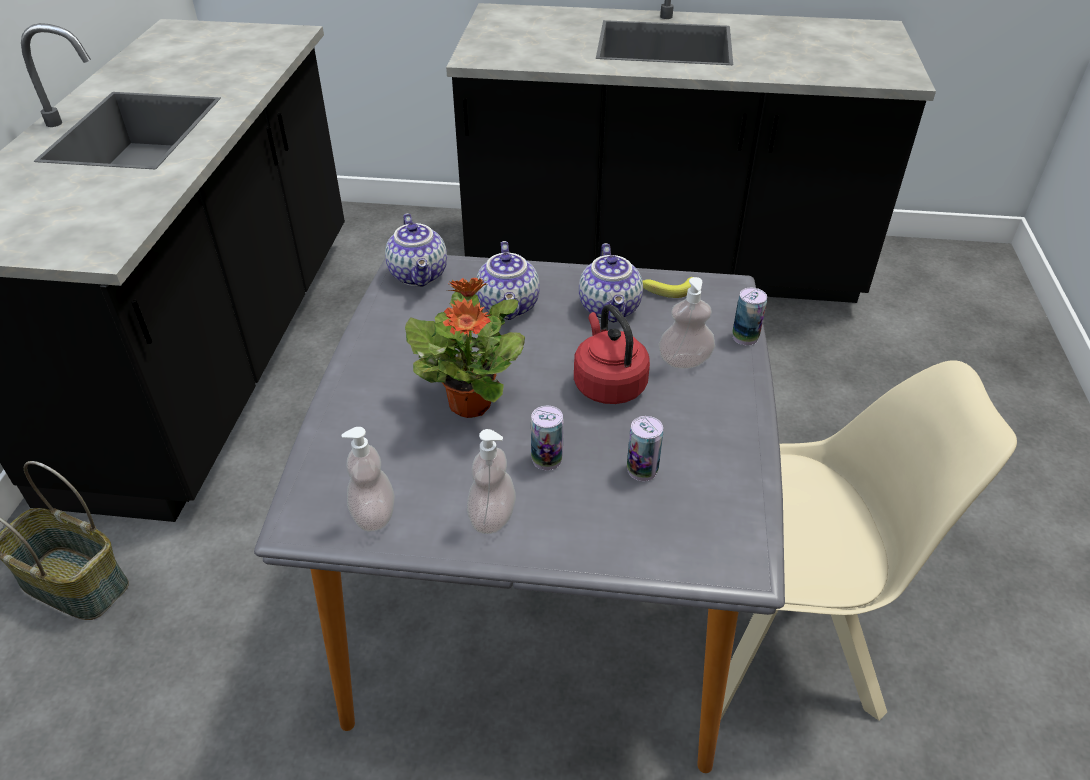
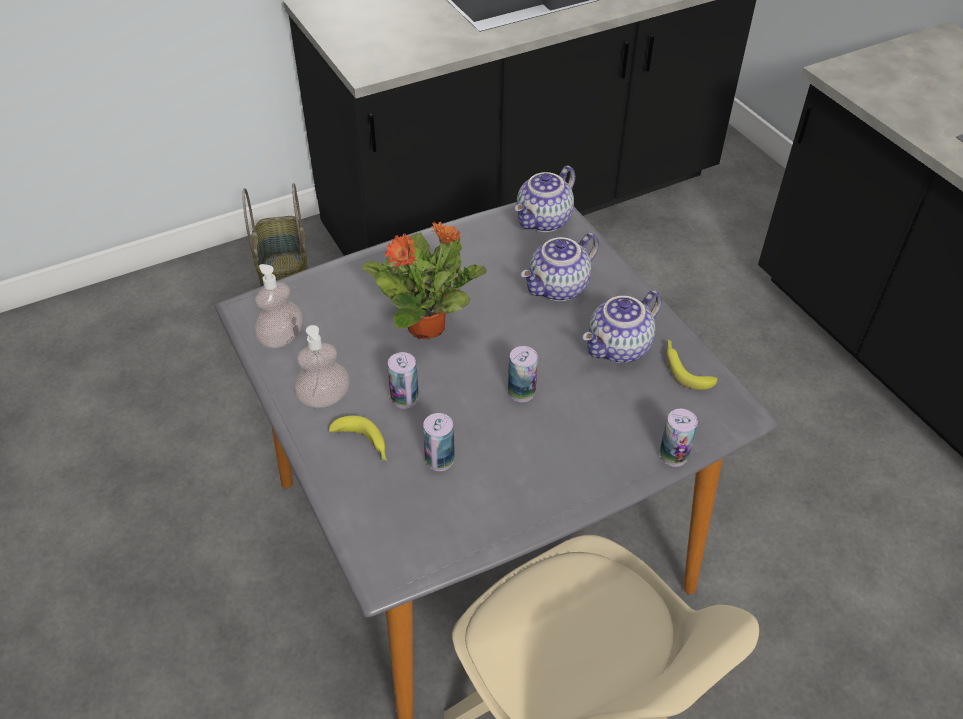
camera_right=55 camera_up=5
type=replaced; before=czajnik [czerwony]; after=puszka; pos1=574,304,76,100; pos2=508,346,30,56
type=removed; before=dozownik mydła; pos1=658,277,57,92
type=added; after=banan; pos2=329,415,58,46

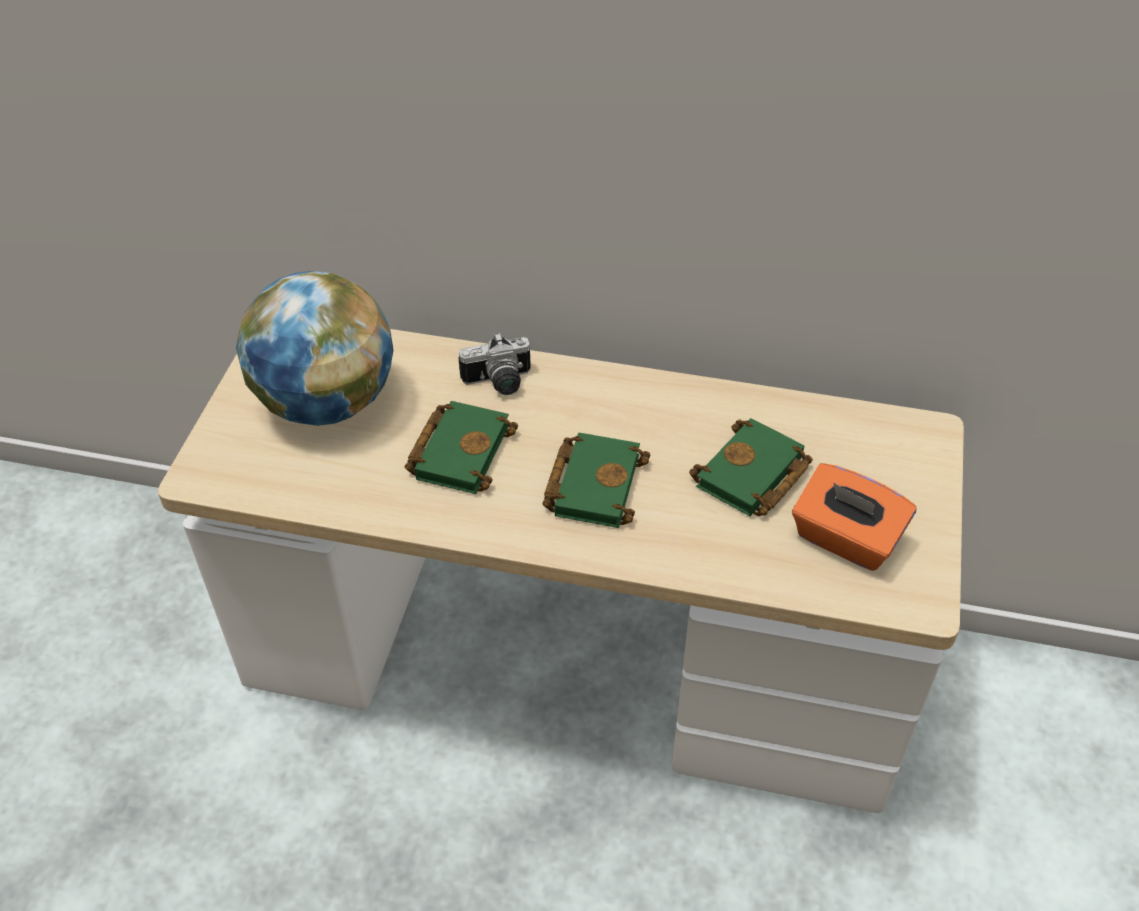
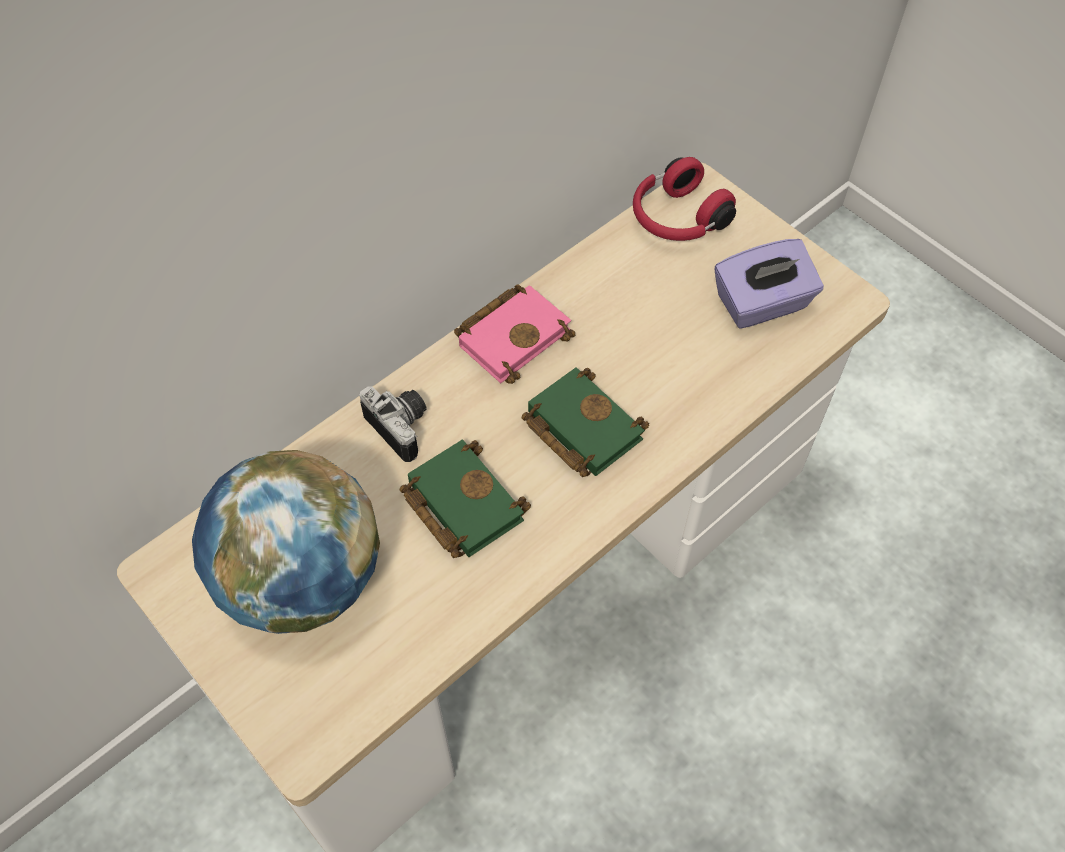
camera_right=-55 camera_up=10
type=turned; before=aparat fotograficzny; pos1=458,333,73,62; pos2=359,386,68,76; turn=-60
type=removed; before=książka [zielony]; pos1=689,418,124,98
type=recoloured; before=pudełko chusteczek [pomarańczowy]; after=pudełko chusteczek [fioletowy]; pos1=792,463,125,108; pos2=715,239,109,90
type=added; after=książka [różowy]; pos2=454,284,121,100
type=added; after=słuchawki [czerwony]; pos2=633,157,103,84

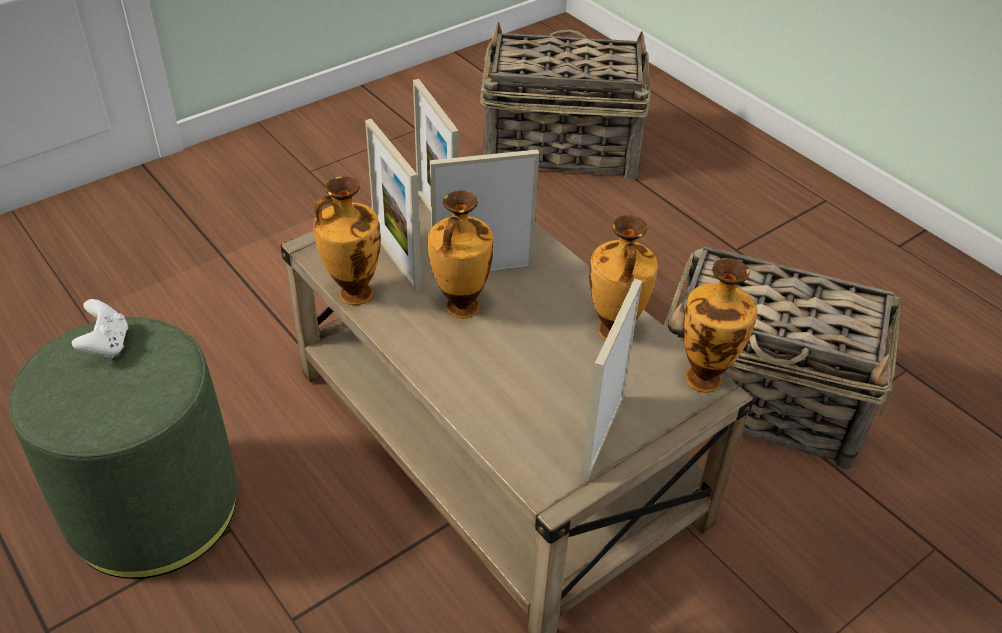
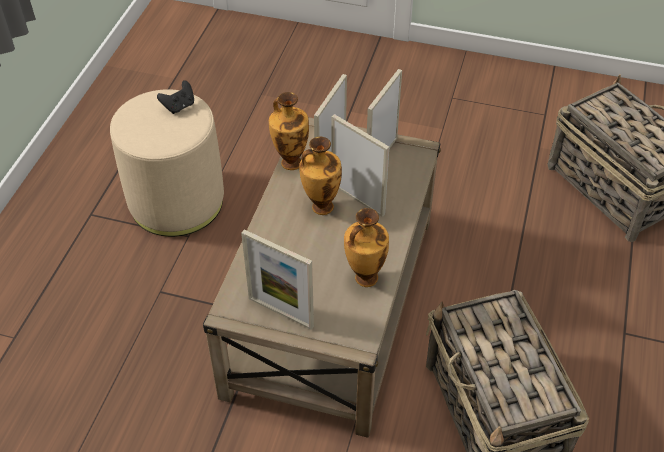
camera_right=55 camera_up=5
type=recoloured; before=pufa [zielony]; after=pufa [beżowy]; pos1=9,317,228,262; pos2=110,89,114,148
type=recoloured; before=pad do gier [biały]; after=pad do gier [czarny]; pos1=72,299,56,59; pos2=157,80,37,34
type=turned; before=ramka na zdjęcie; pos1=580,279,62,203; pos2=241,230,73,100; turn=-135
type=removed; before=wazon; pos1=683,258,74,135

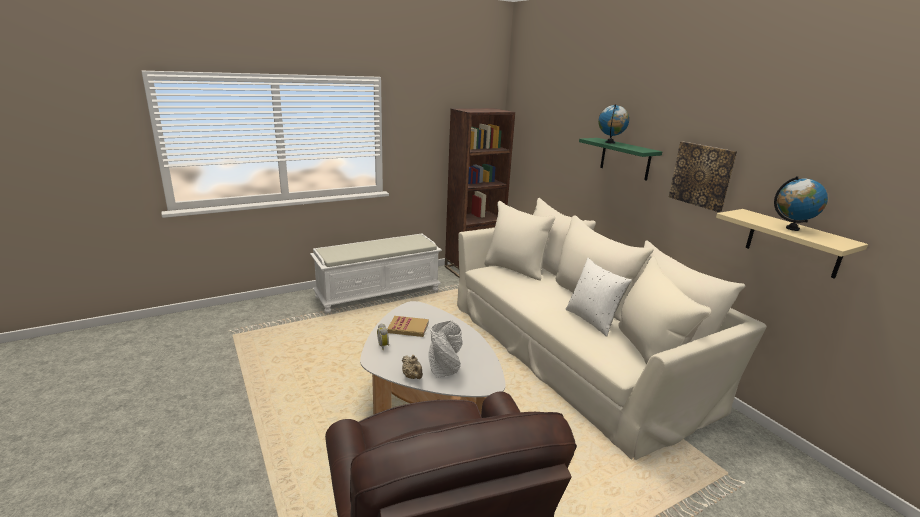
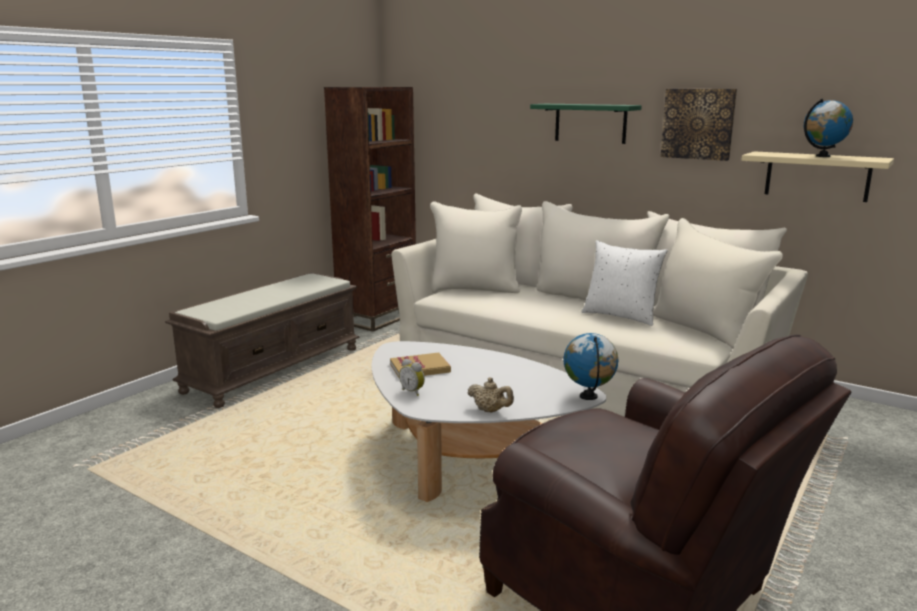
camera_right=-25 camera_up=-5
type=recoloured; before=ławka [biały]; after=ławka [brązowy]; pos1=310,234,132,79; pos2=165,272,194,136
type=removed; before=wazon [szary]; pos1=428,320,35,58
type=moved; before=globus; pos1=598,104,31,39; pos2=563,333,56,67

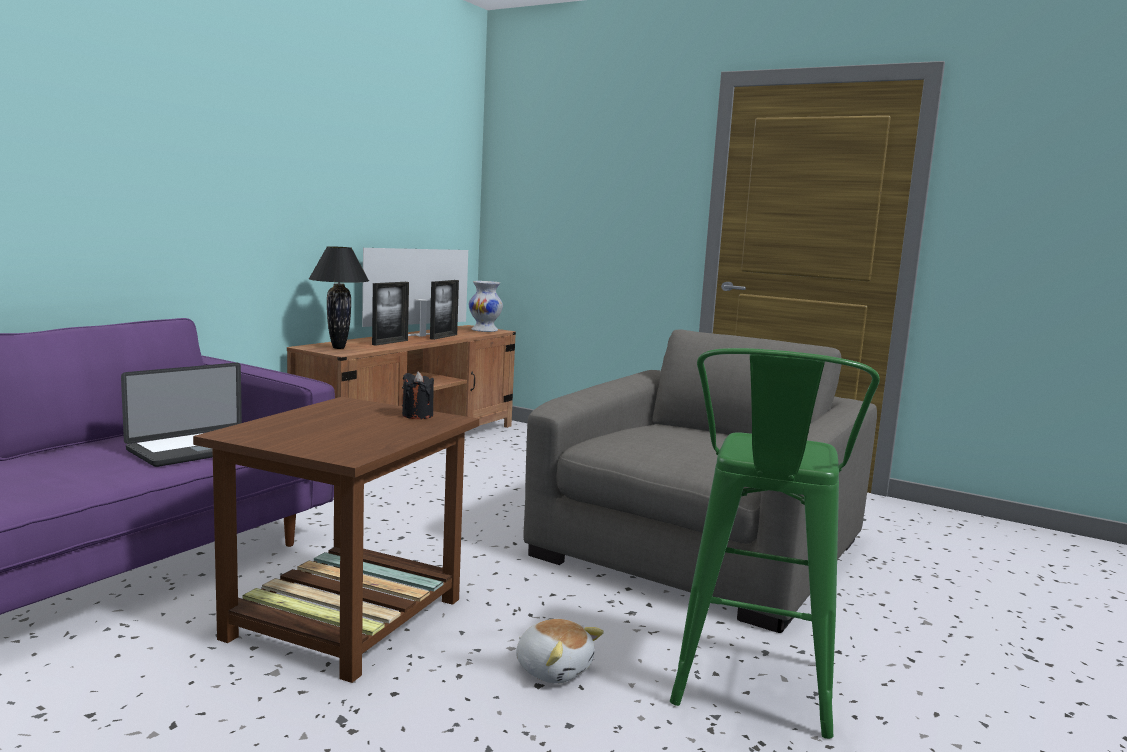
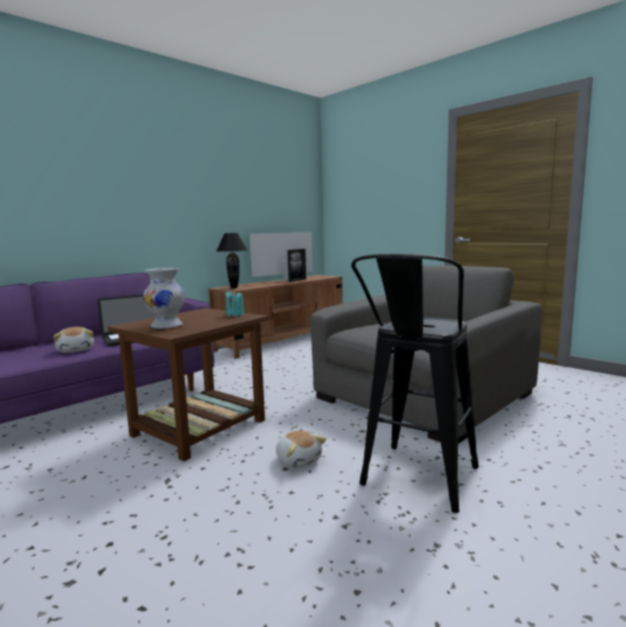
camera_right=15 camera_up=0
type=removed; before=ramka na zdjęcie; pos1=372,282,37,64
type=recoloured; before=świeca [czarny]; after=świeca [turkusowy]; pos1=402,371,32,48; pos2=225,290,19,27
type=moved; before=wazon [biały]; pos1=469,281,34,51; pos2=143,268,42,61
type=recoloured; before=stołek [zielony]; after=stołek [czarny]; pos1=670,348,210,391; pos2=351,254,128,259
type=added; after=pluszak; pos2=53,327,41,26

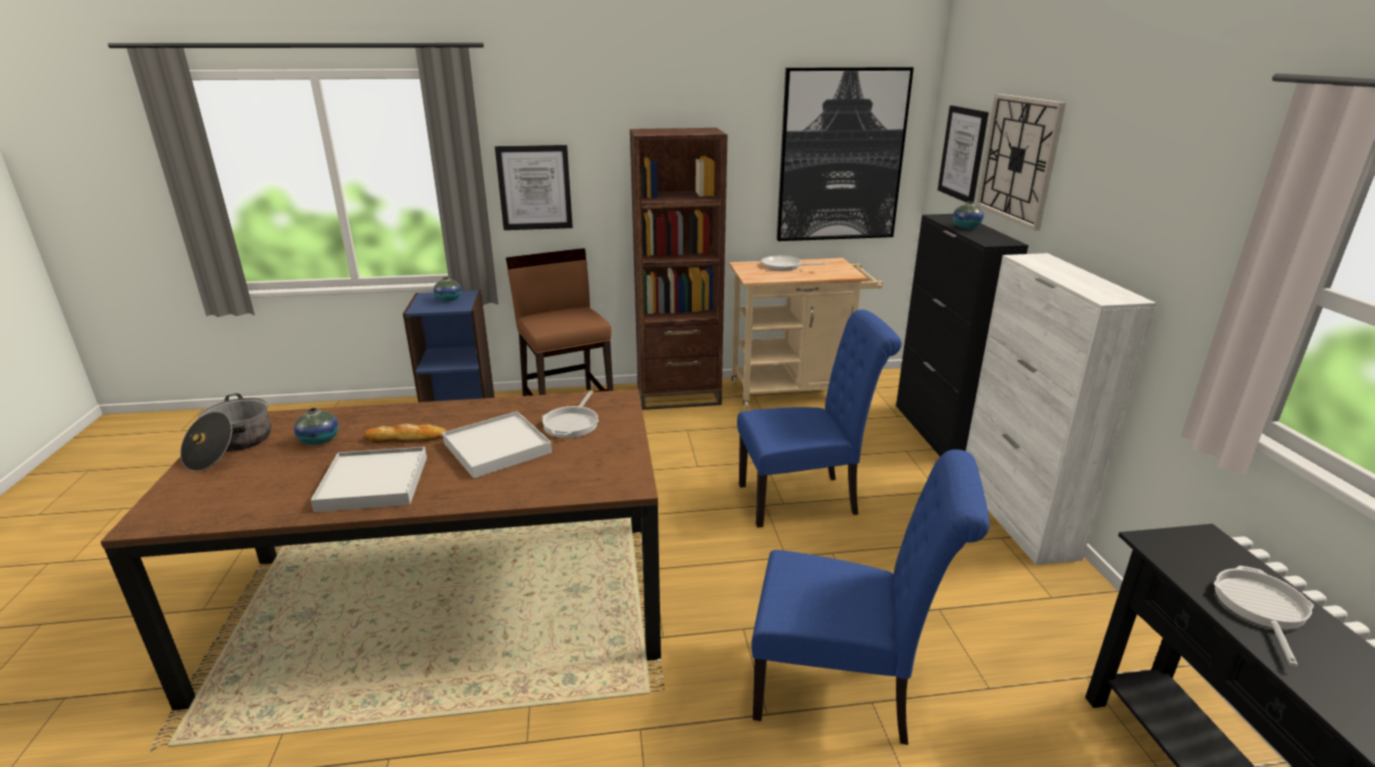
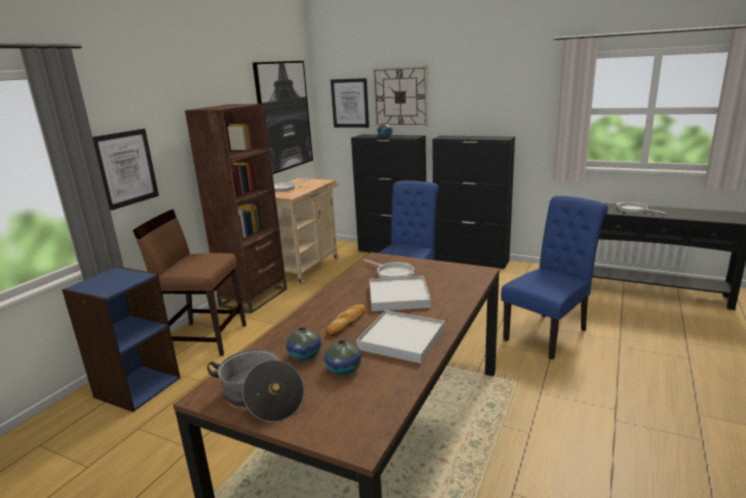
camera_right=-55 camera_up=-5
type=moved; before=wazon; pos1=434,277,27,25; pos2=324,340,38,35
type=recoloured; before=szafka [biały]; after=szafka [czarny]; pos1=966,253,190,312; pos2=432,136,83,133

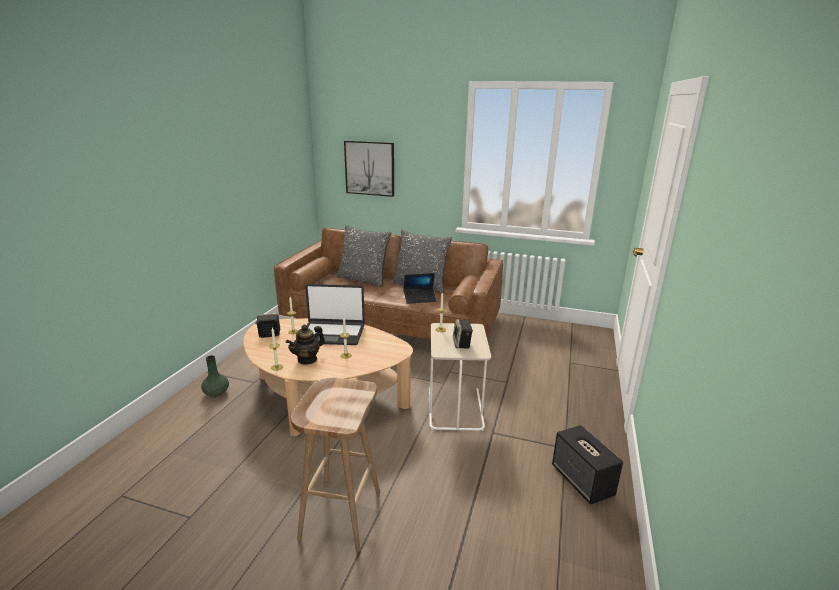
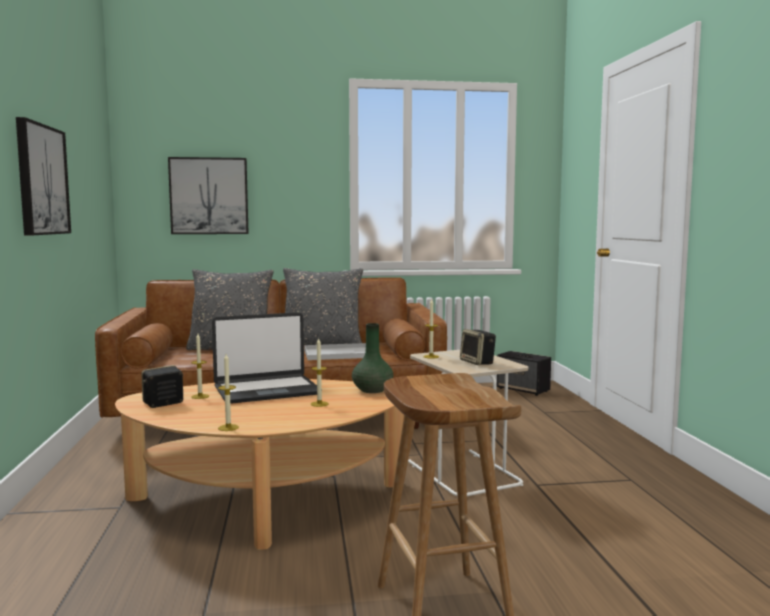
camera_right=-25 camera_up=-15
type=moved; before=wazon [zielony]; pos1=201,355,28,42; pos2=352,323,41,70
type=removed; before=imbryk; pos1=286,325,39,40
type=replaced; before=laptop; after=taca [biały]; pos1=403,273,34,31; pos2=304,343,62,17
type=moved; before=głośnik; pos1=552,425,71,79; pos2=497,351,54,45
type=added; after=obraz; pos2=16,117,55,118

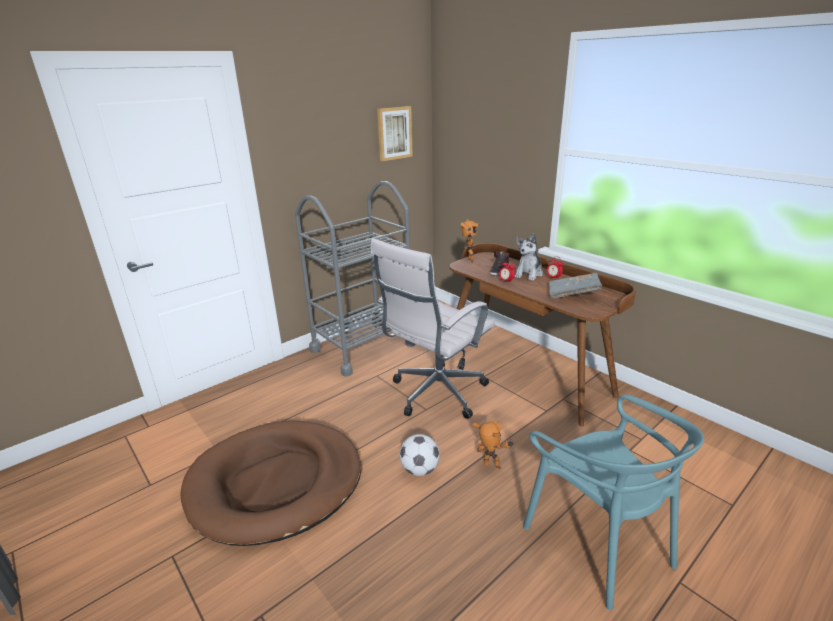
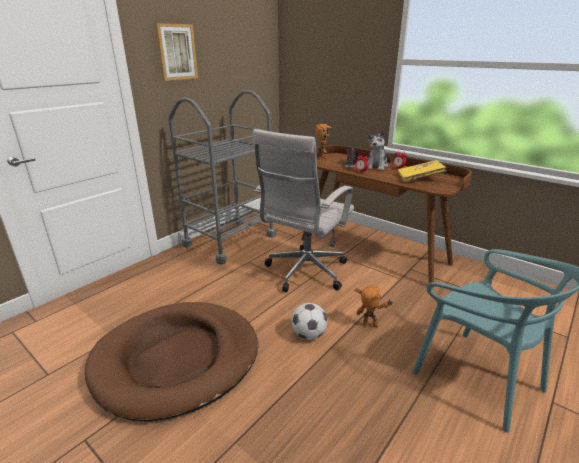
camera_right=-10 camera_up=0
type=moved; before=obraz; pos1=377,106,36,55; pos2=155,23,43,58
type=recoloured; before=książka [szary]; after=książka [żółty]; pos1=549,273,53,26; pos2=398,160,49,22

